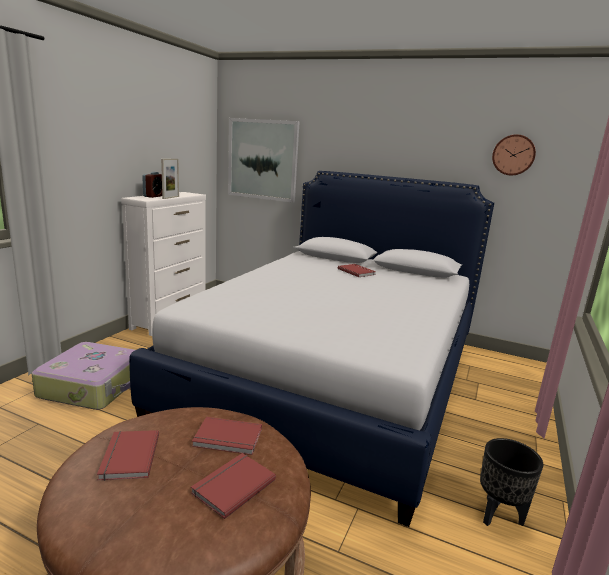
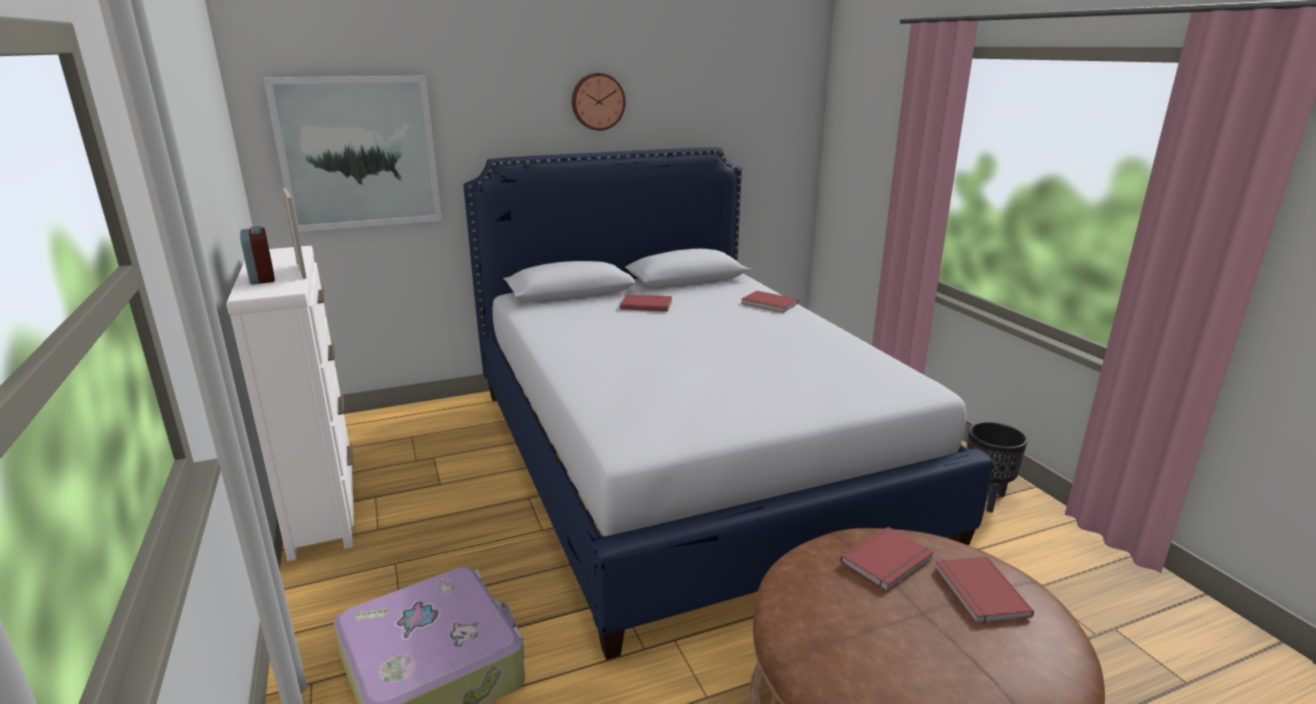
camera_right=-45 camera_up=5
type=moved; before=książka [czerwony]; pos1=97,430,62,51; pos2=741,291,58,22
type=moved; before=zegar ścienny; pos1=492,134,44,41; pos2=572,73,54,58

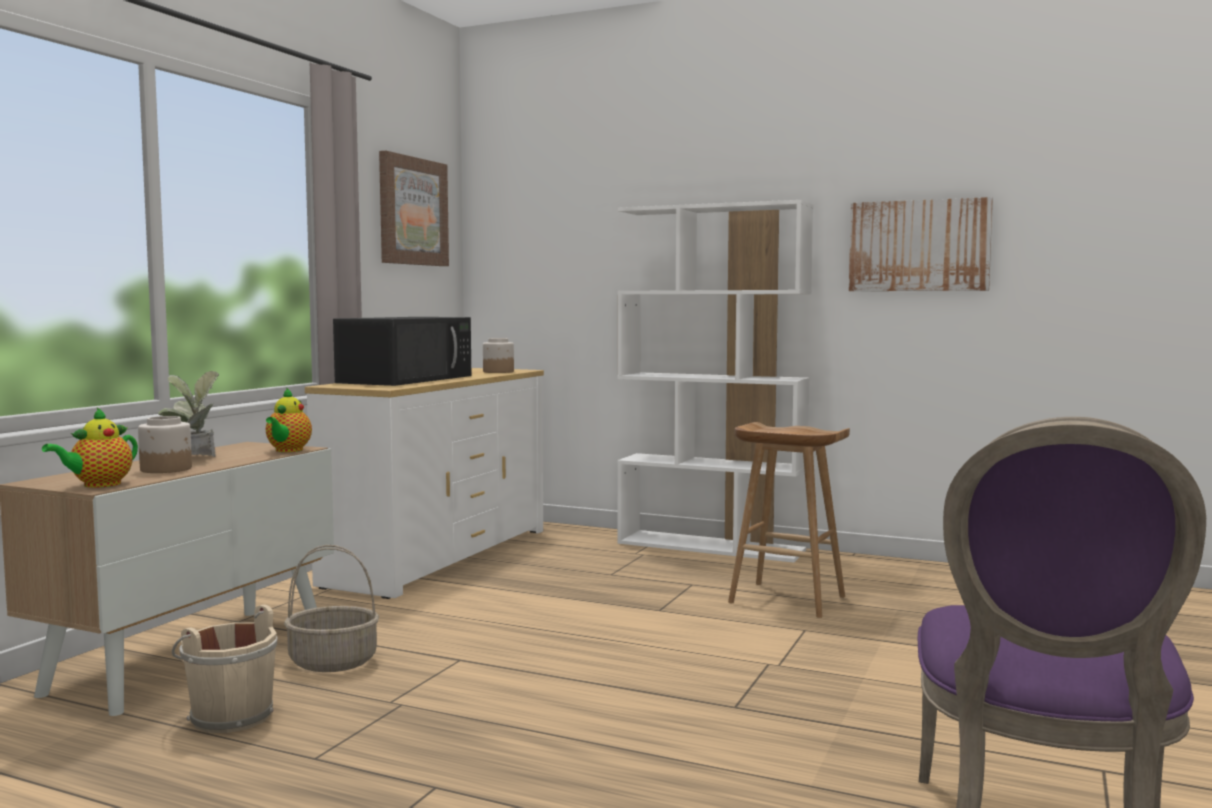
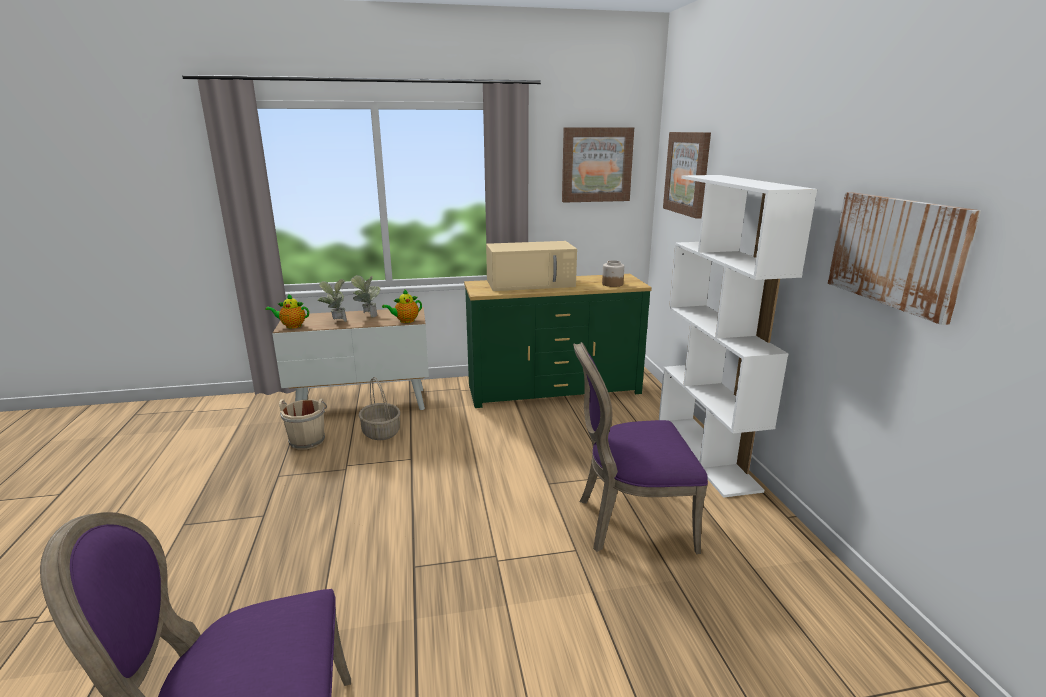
camera_right=55 camera_up=15
type=replaced; before=słoik; after=roślina doniczkowa; pos1=138,416,54,57; pos2=317,279,30,43
type=recoloured; before=komoda [biały]; after=komoda [zielony]; pos1=305,368,239,231; pos2=464,274,188,134
type=recoloured; before=mikrofalówka [czarny]; after=mikrofalówka [beżowy]; pos1=333,317,138,69; pos2=486,241,91,50
type=replaced; before=stołek [brązowy]; after=krzesło [fioletowy]; pos1=728,422,122,196; pos2=573,342,135,212
type=added; after=obraz; pos2=663,132,48,87

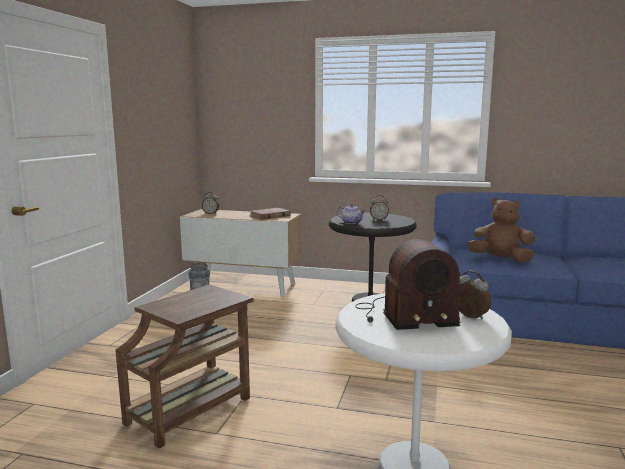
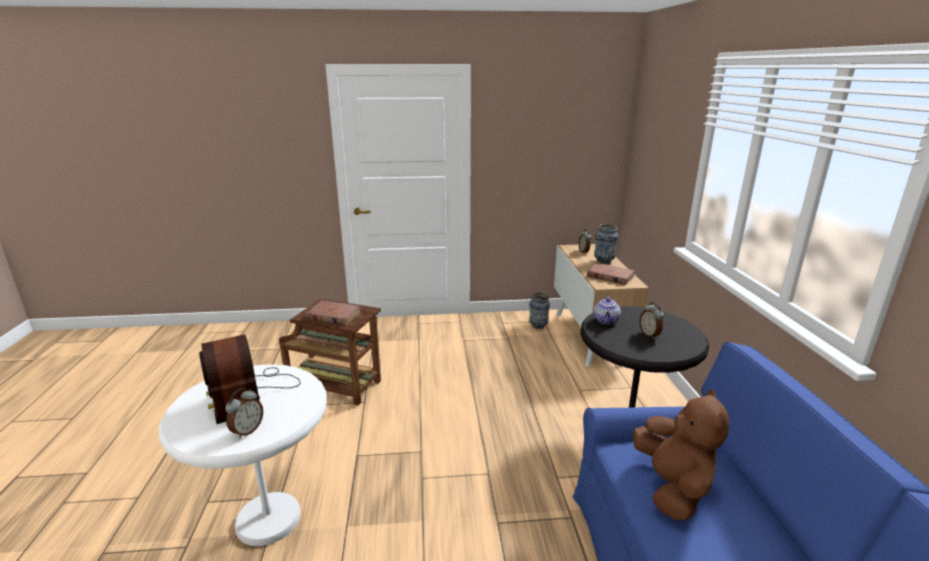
camera_right=70 camera_up=10
type=added; after=książka [brązowy]; pos2=305,300,56,25
type=added; after=wazon; pos2=594,224,25,40

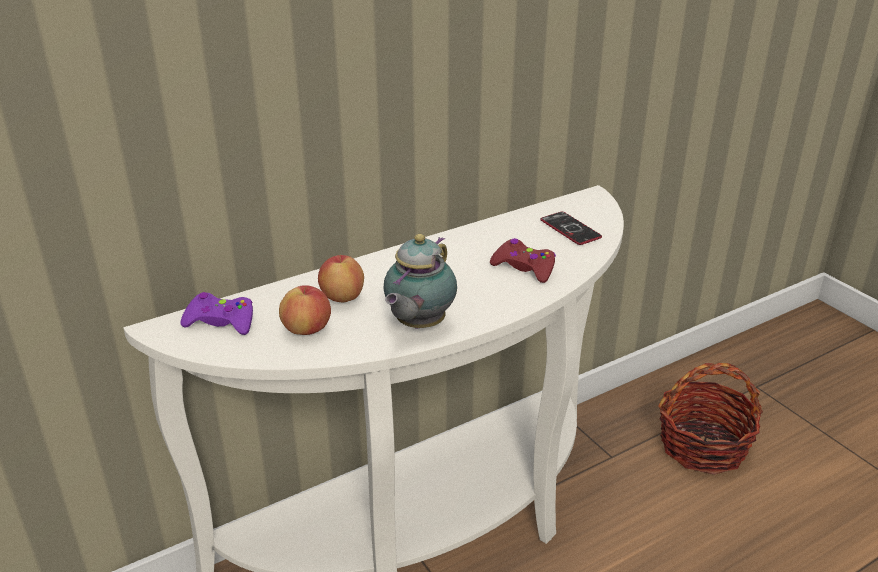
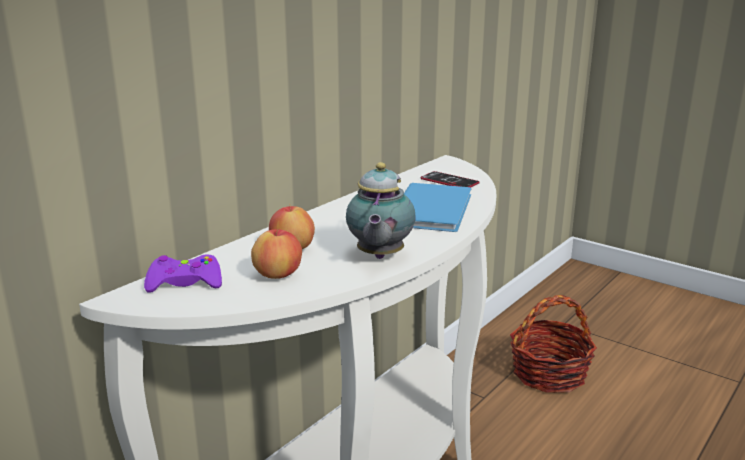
camera_right=-20 camera_up=-10
type=replaced; before=pad do gier [czerwony]; after=książka [niebieski]; pos1=490,238,66,45; pos2=404,183,68,49

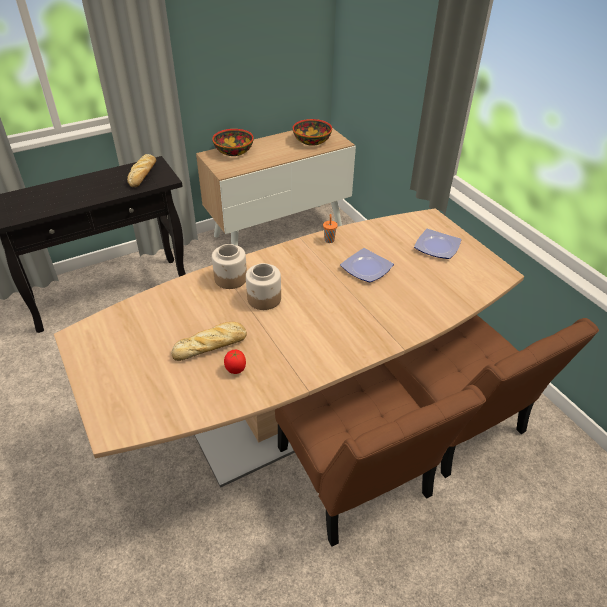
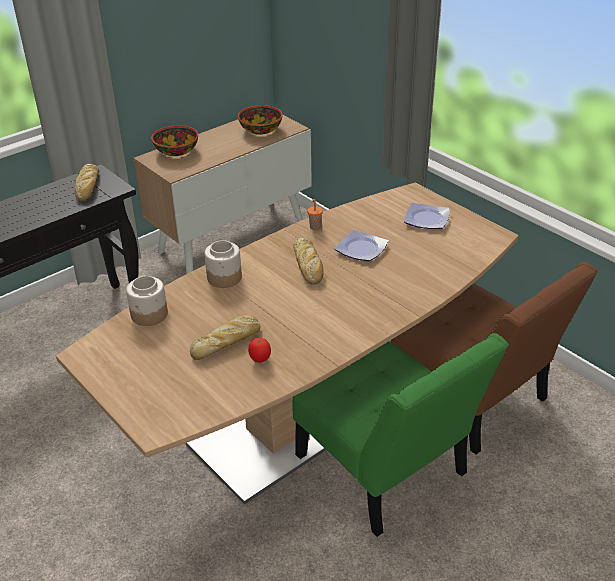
camera_right=-10 camera_up=-5
type=moved; before=słoik; pos1=246,263,35,47; pos2=126,276,42,50
type=recoloured; before=krzesło [brązowy]; after=krzesło [zielony]; pos1=275,363,211,184; pos2=292,333,216,204
type=added; after=chleb; pos2=293,238,31,47

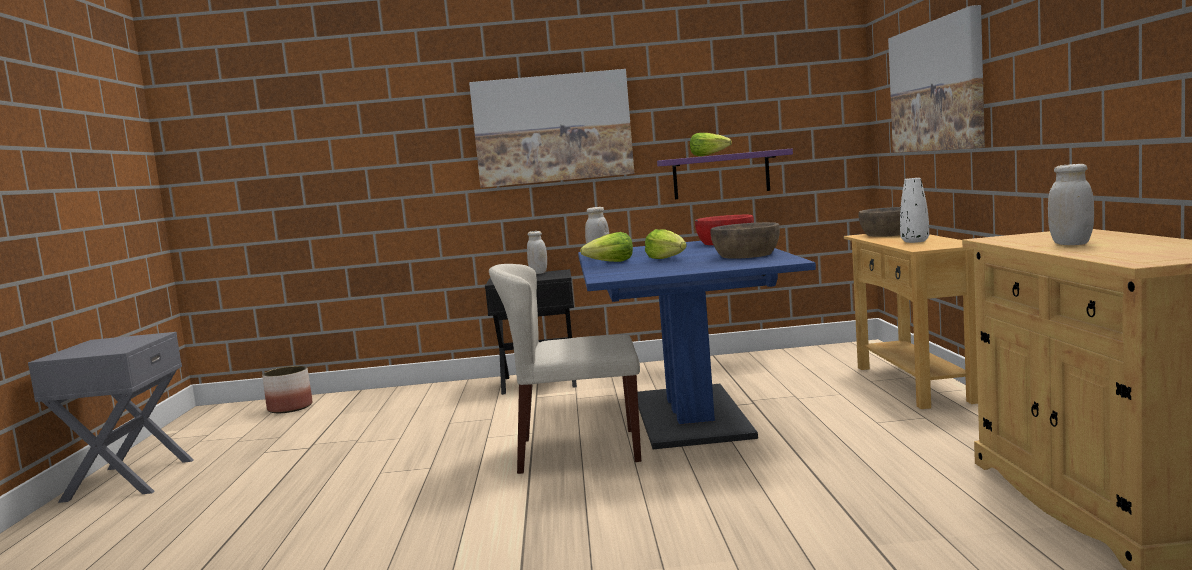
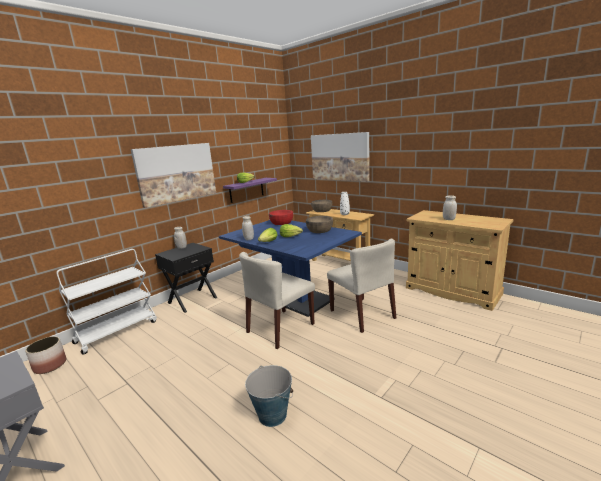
camera_right=-45 camera_up=10
type=added; after=wózek [biały]; pos2=57,249,100,106
type=added; after=wiadro; pos2=245,365,48,62
type=added; after=krzesło [beżowy]; pos2=327,239,69,94

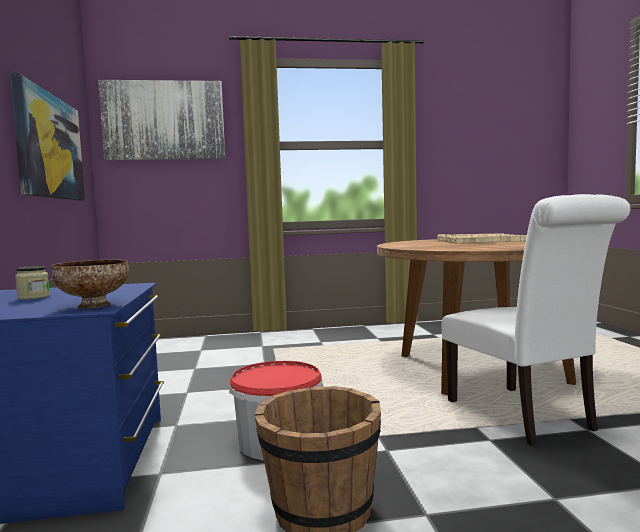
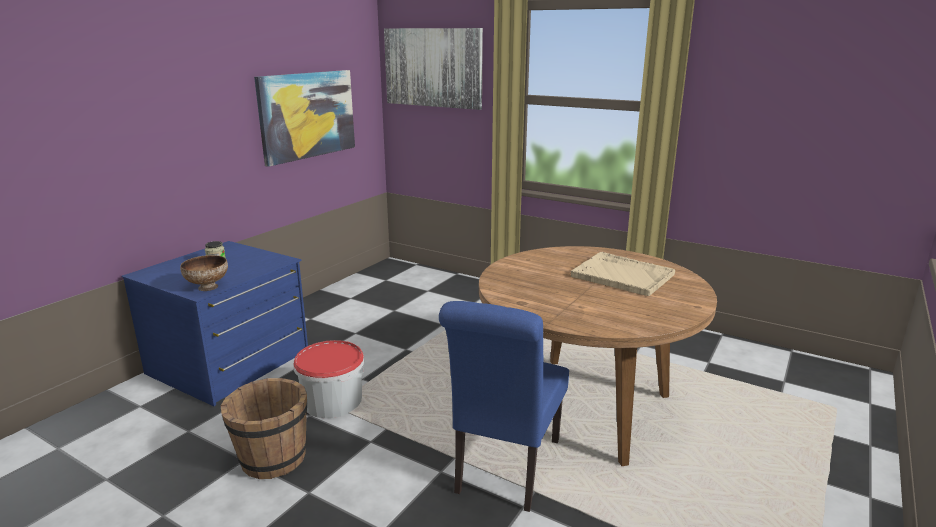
camera_right=40 camera_up=15
type=recoloured; before=krzesło [biały]; after=krzesło [niebieski]; pos1=442,194,188,252; pos2=439,301,130,211

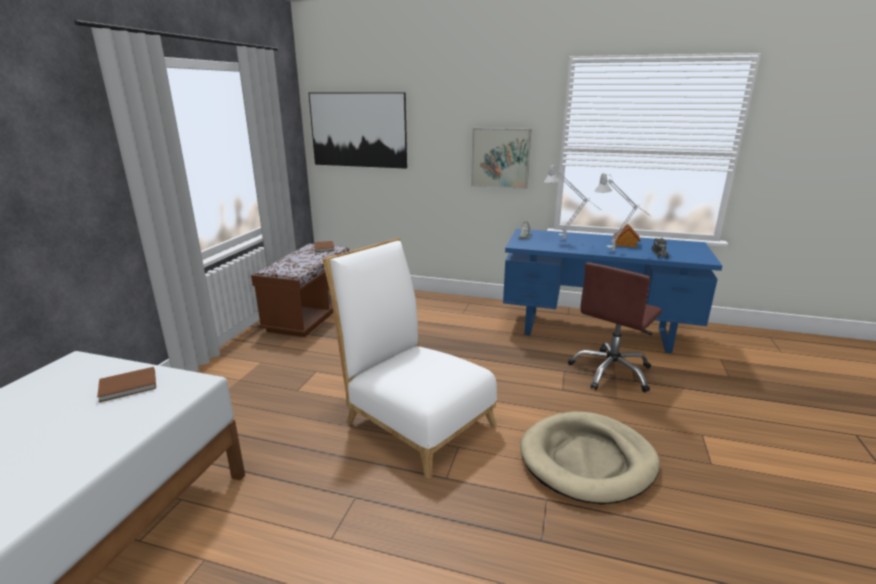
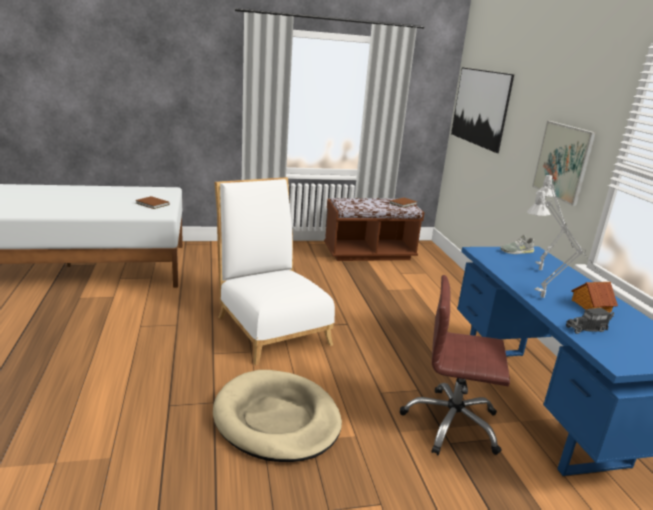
camera_right=60 camera_up=0
type=turned; before=krzesło [biały]; pos1=322,238,175,241; pos2=214,177,121,188; turn=-45

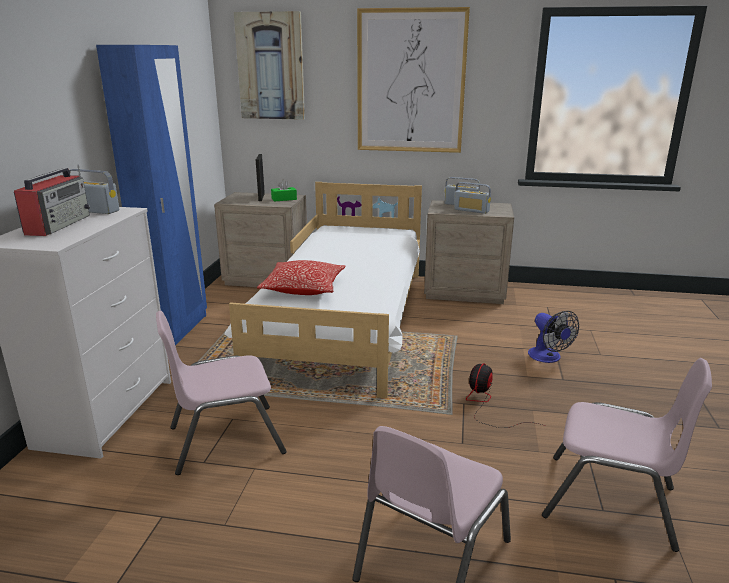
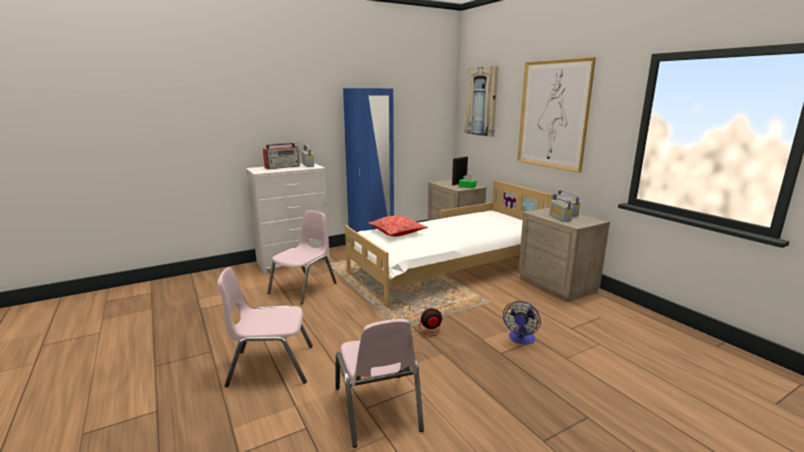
camera_right=50 camera_up=-5
type=turned; before=krzesło [różowy]; pos1=156,310,131,165; pos2=267,210,70,94; turn=90

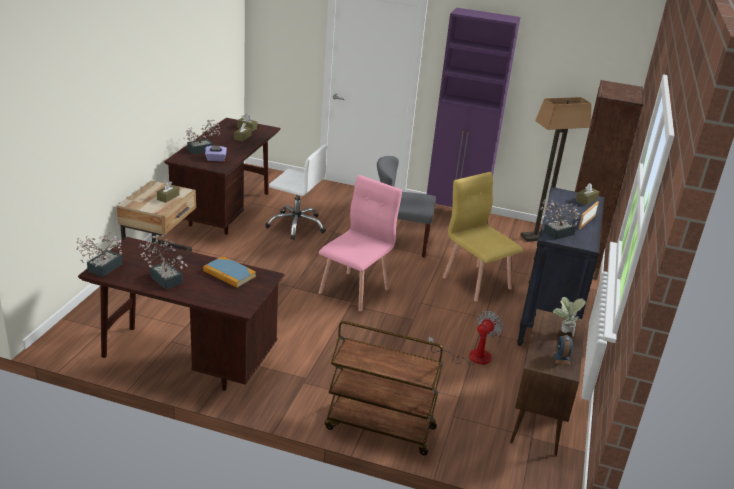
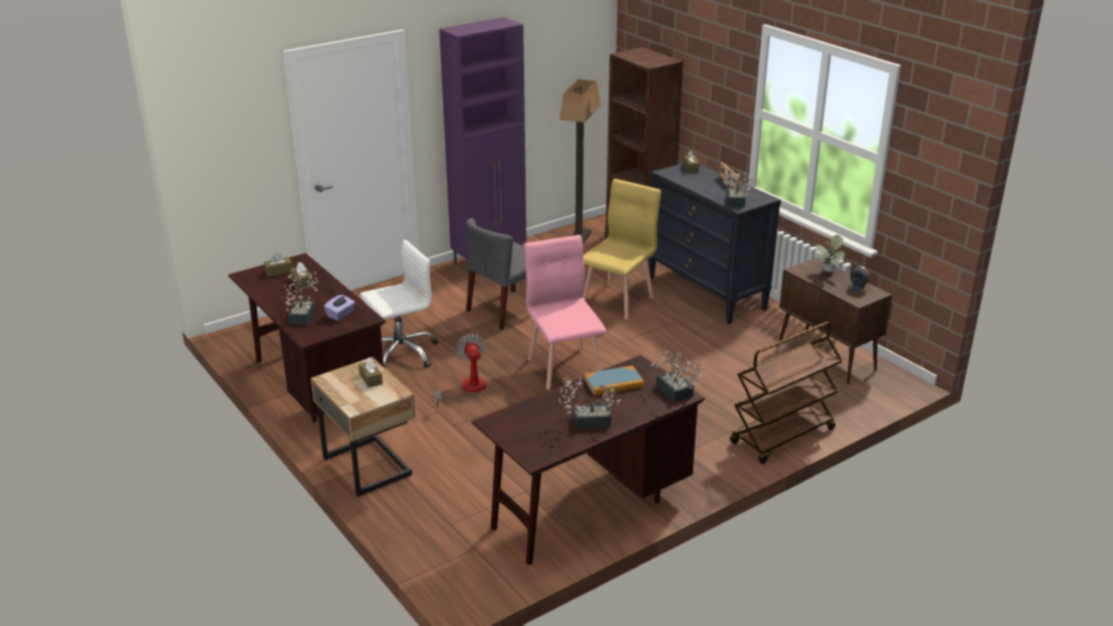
camera_right=-50 camera_up=0
type=moved; before=roślina doniczkowa; pos1=76,232,47,45; pos2=651,351,55,51
type=moved; before=wentylator; pos1=428,311,75,54; pos2=434,334,52,73
type=turned; before=krzesło [żółty]; pos1=443,172,80,130; pos2=583,179,78,141; turn=120

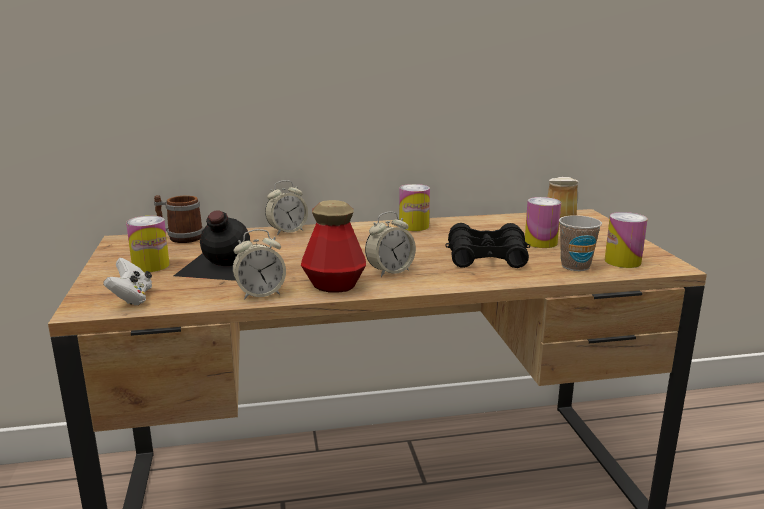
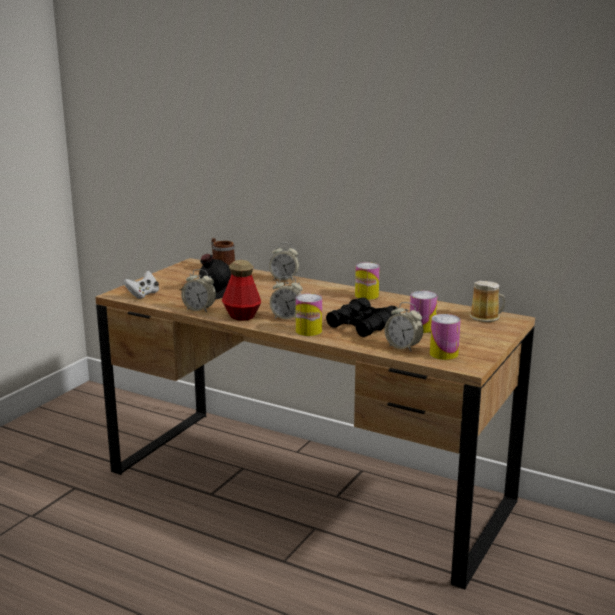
camera_right=40 camera_up=0
type=moved; before=puszka; pos1=126,216,43,57; pos2=295,294,27,42
type=replaced; before=filiżanka; after=budzik; pos1=559,215,43,56; pos2=384,302,39,49

